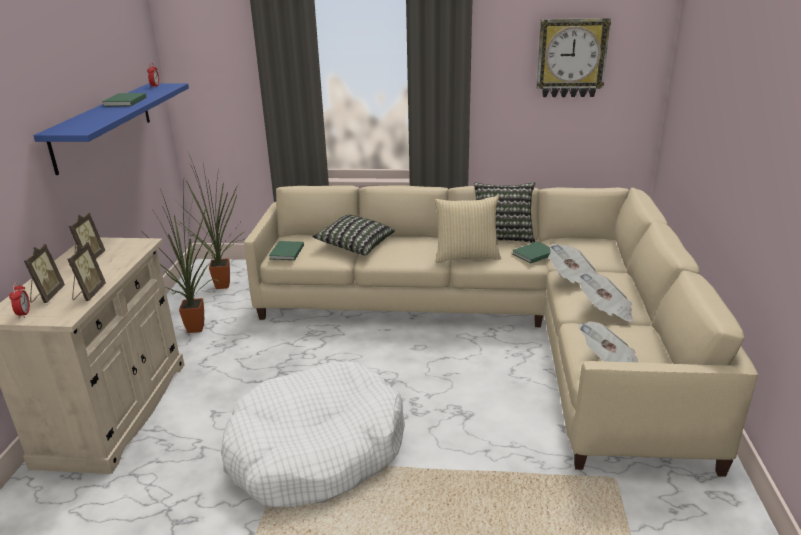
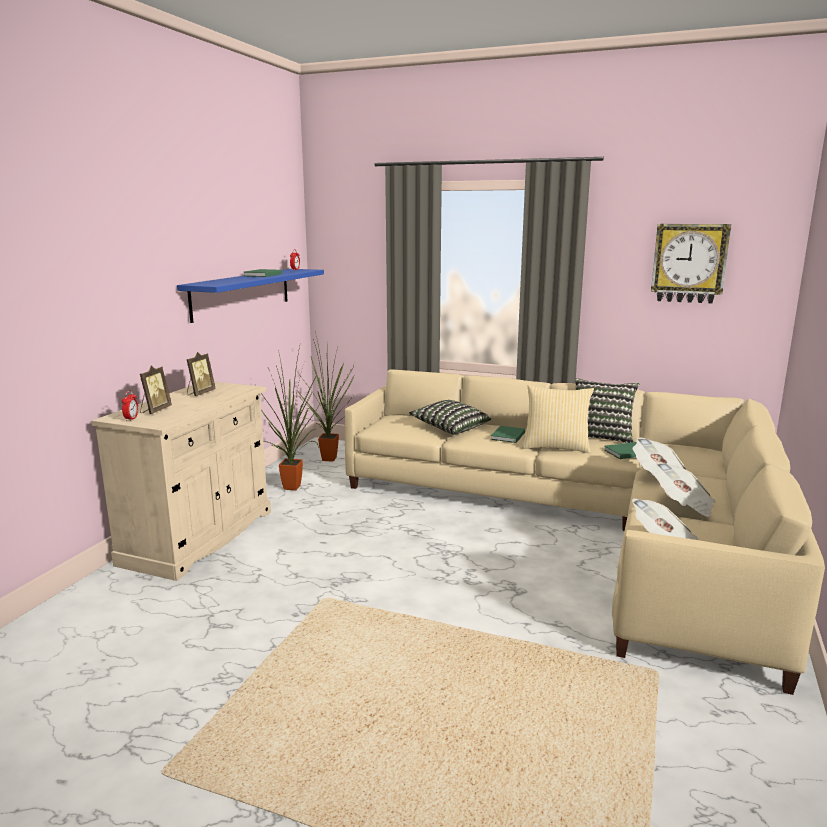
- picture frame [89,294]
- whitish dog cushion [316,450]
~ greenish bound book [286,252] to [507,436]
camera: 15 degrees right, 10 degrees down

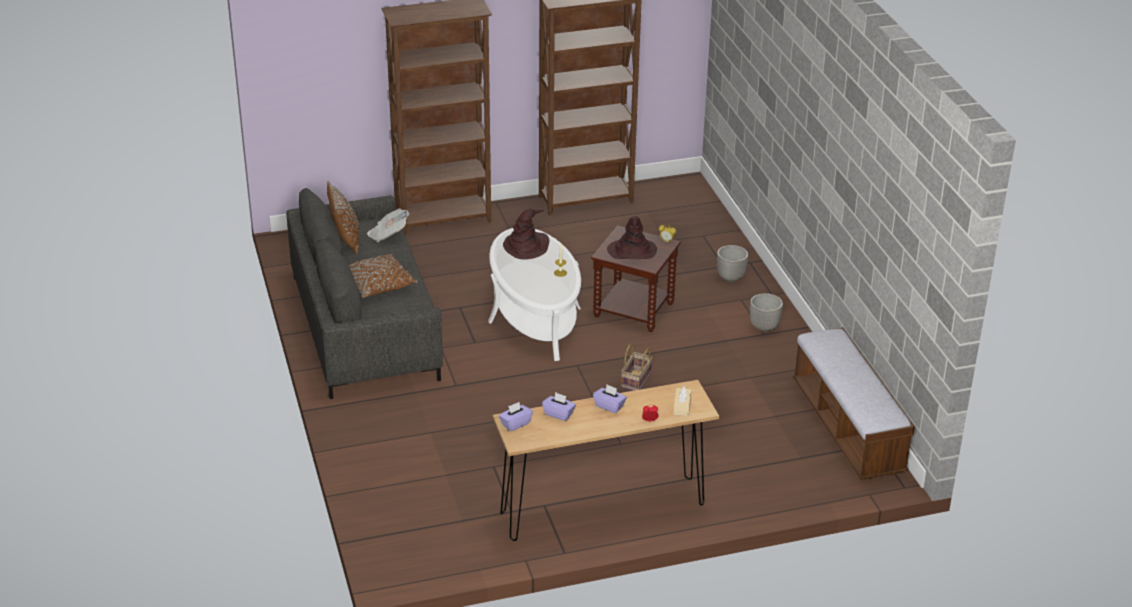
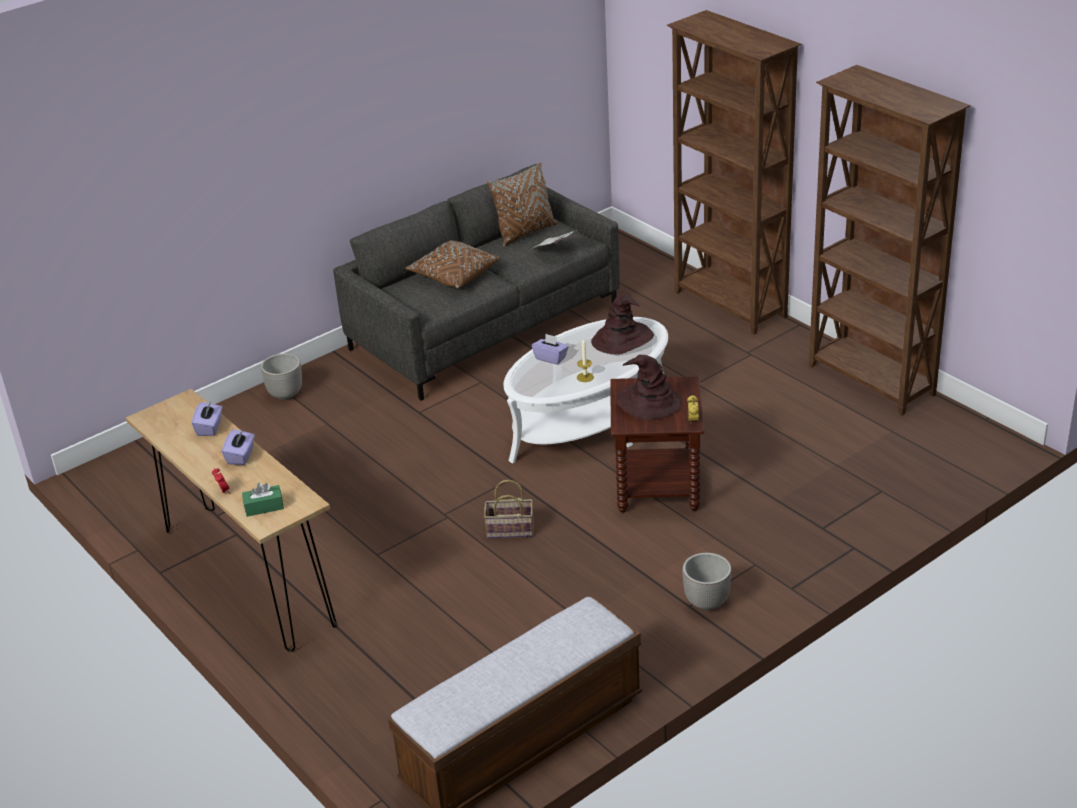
~ purple tissue box [515,423] to [551,358]
~ plant pot [731,277] to [286,394]
~ beige-coloured tissue box [682,406] to greenish tissue box [264,507]
camera: 70 degrees right, 0 degrees up

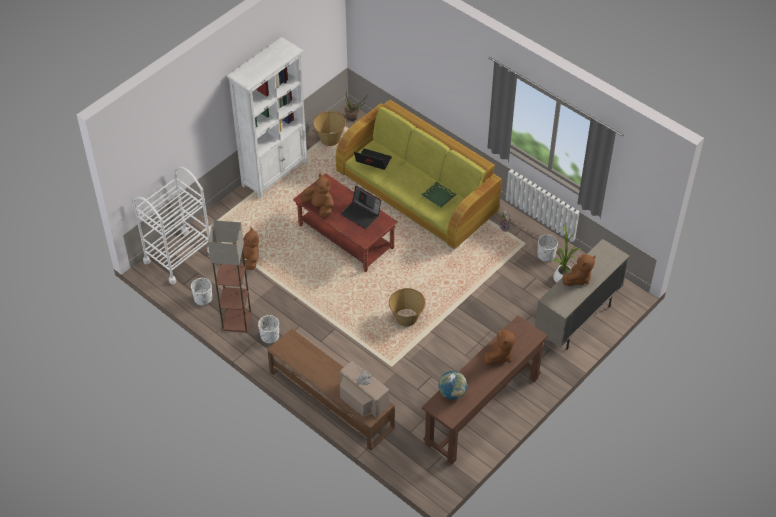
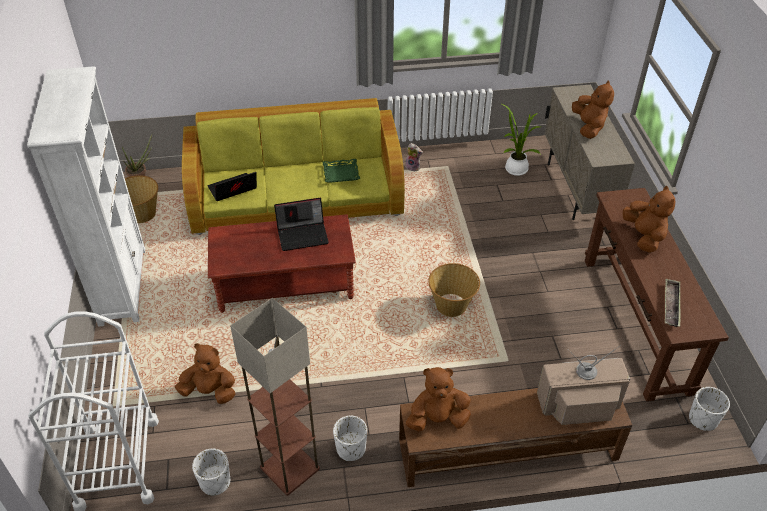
~ brownish cuddly toy [319,207] to [437,419]
~ whitish plant pot [546,255] to [703,419]
~ globe [452,393] to serving tray [671,305]
camera: 50 degrees left, 5 degrees down

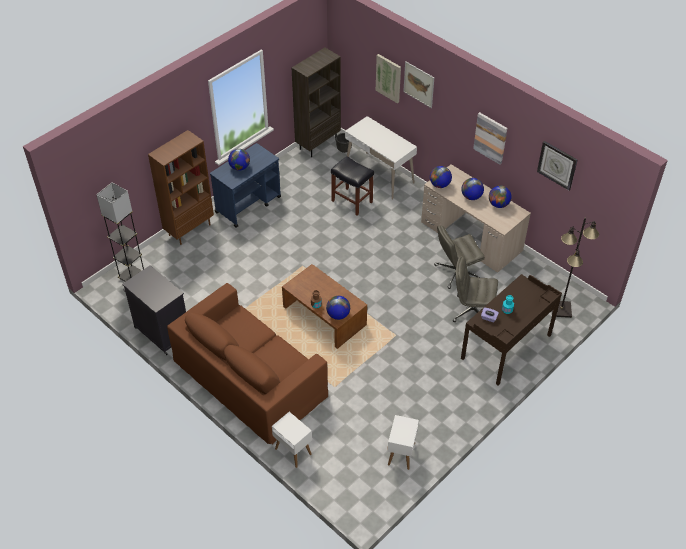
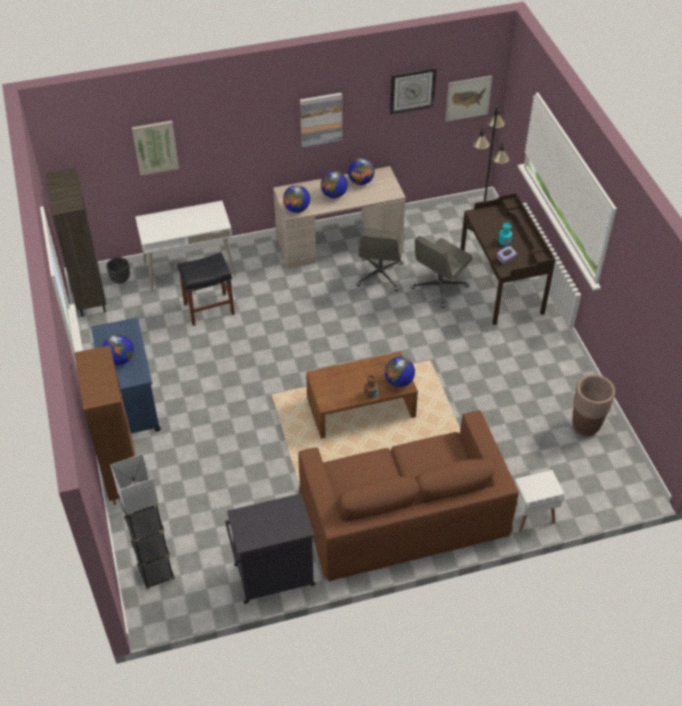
~ picture [419,84] to [468,98]
~ whitish end table [401,454] to brownish plant pot [586,426]
camera: 60 degrees left, 0 degrees up

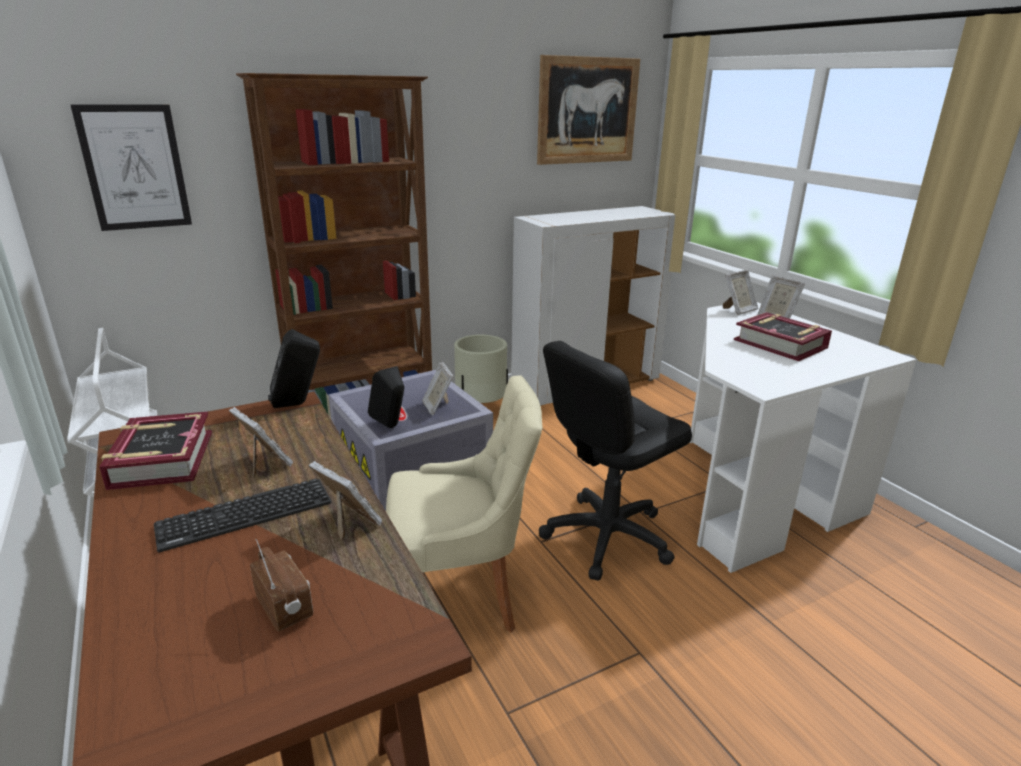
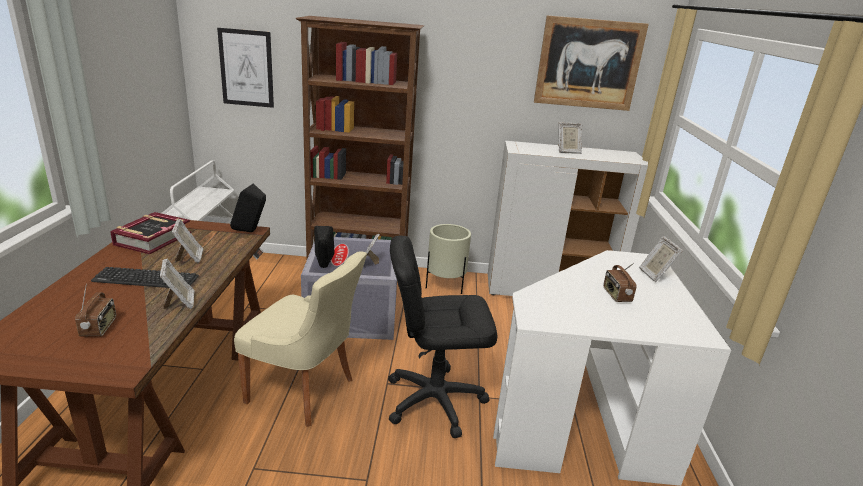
~ picture frame [738,310] to [567,151]
~ bound book [780,344] to radio set [616,295]
camera: 30 degrees right, 0 degrees up

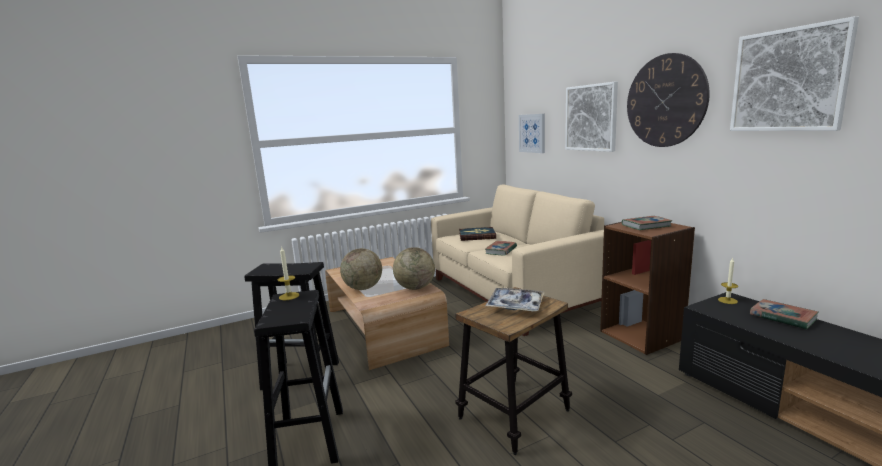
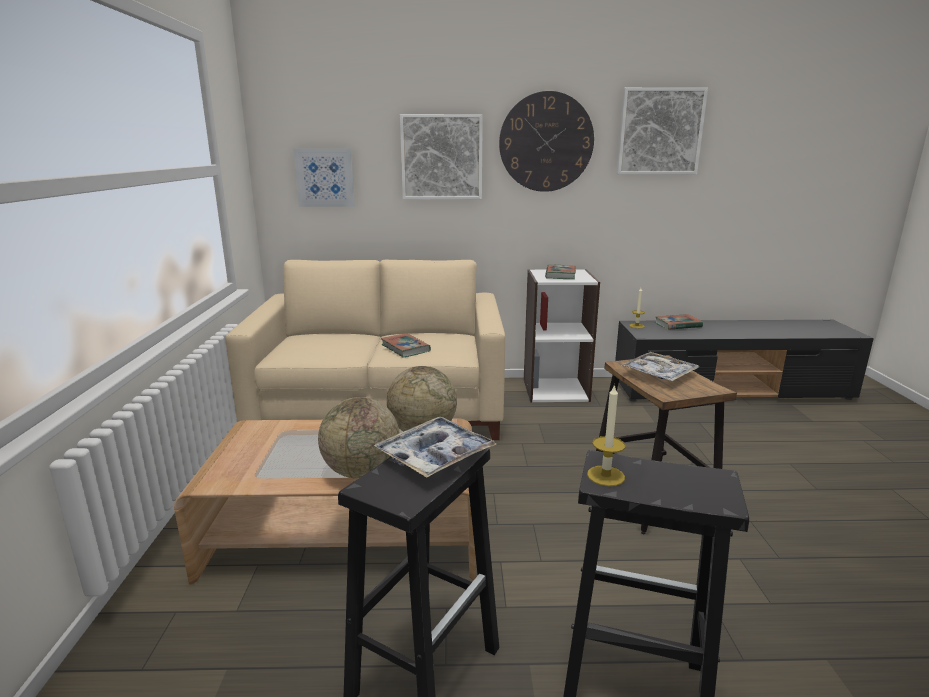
- bound book [477,236]
+ serving tray [435,455]
~ brownish bookshelf [642,335] to whitish bookshelf [555,390]
camera: 65 degrees left, 5 degrees up

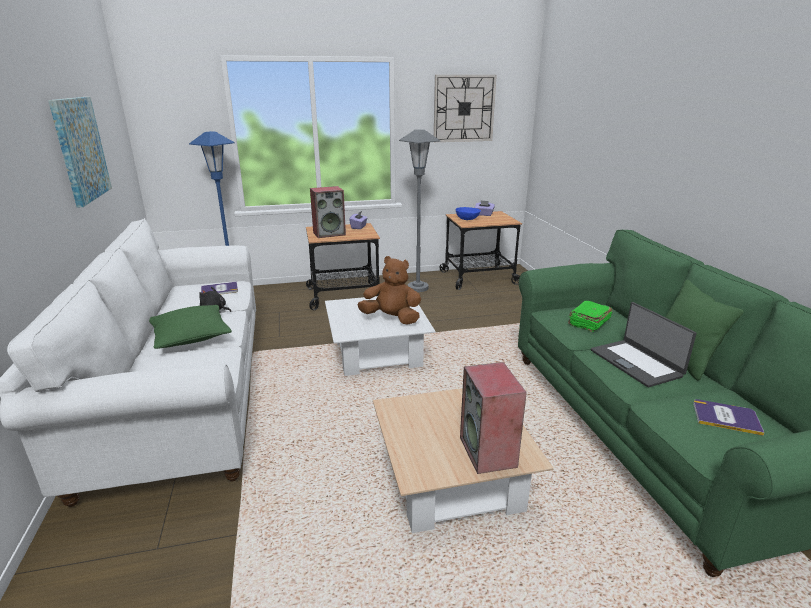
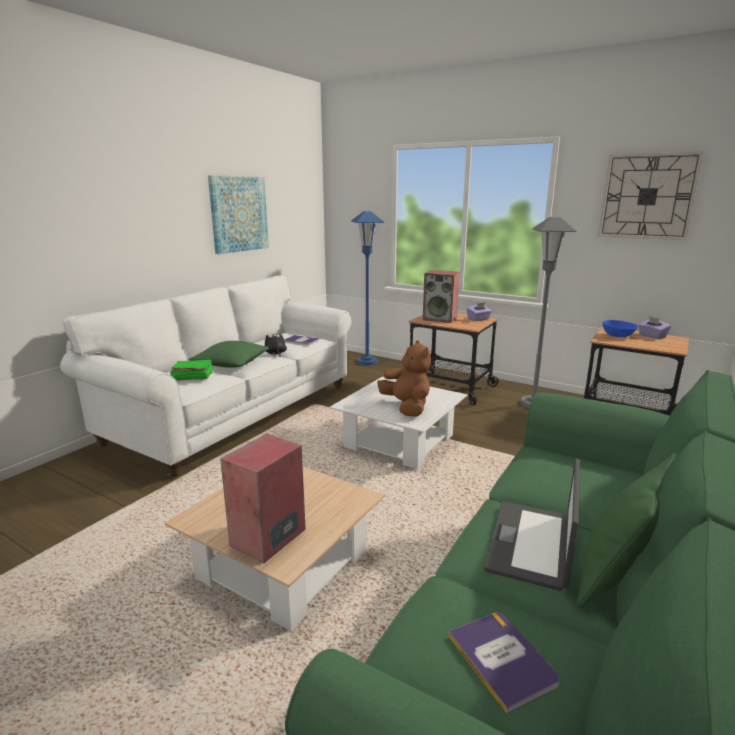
~ greenish bound book [588,323] to [192,377]
camera: 45 degrees right, 5 degrees down

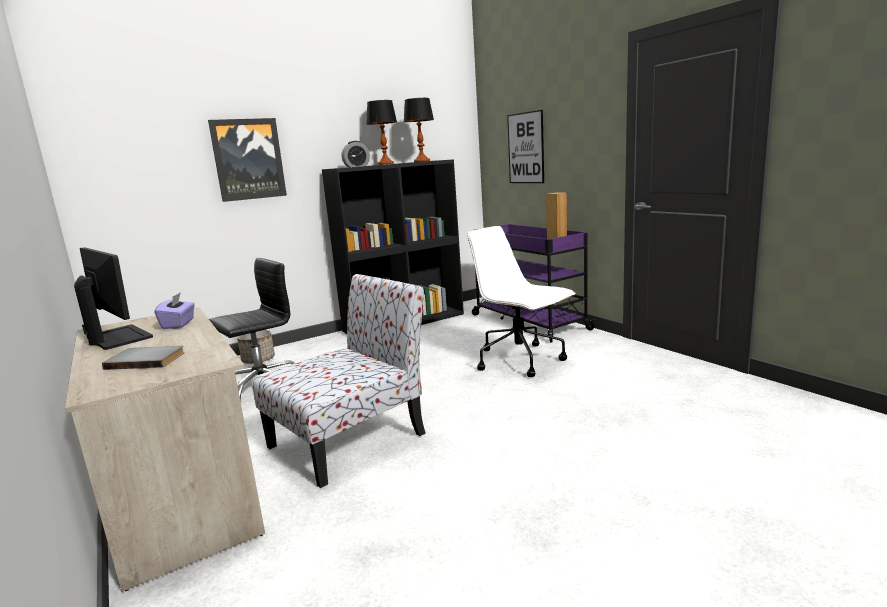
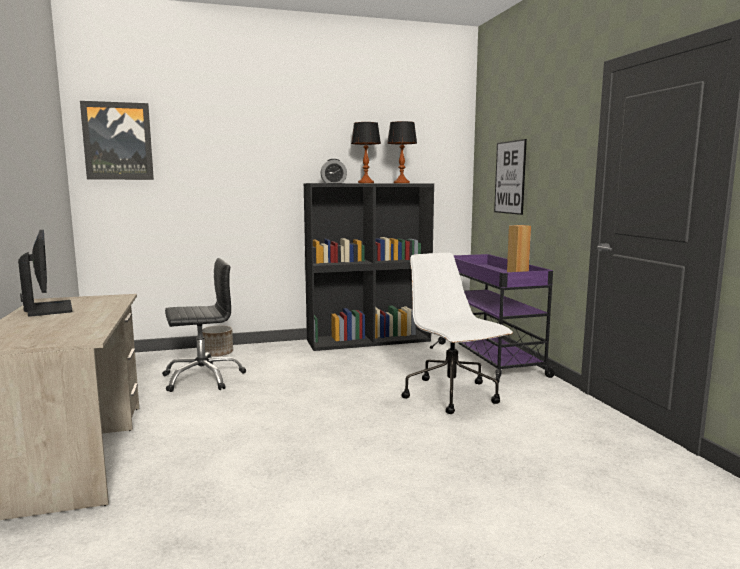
- greyish bound book [147,360]
- purple tissue box [179,324]
- plain chair [351,439]
~ picture [248,159] to [118,141]
camera: 15 degrees right, 5 degrees down

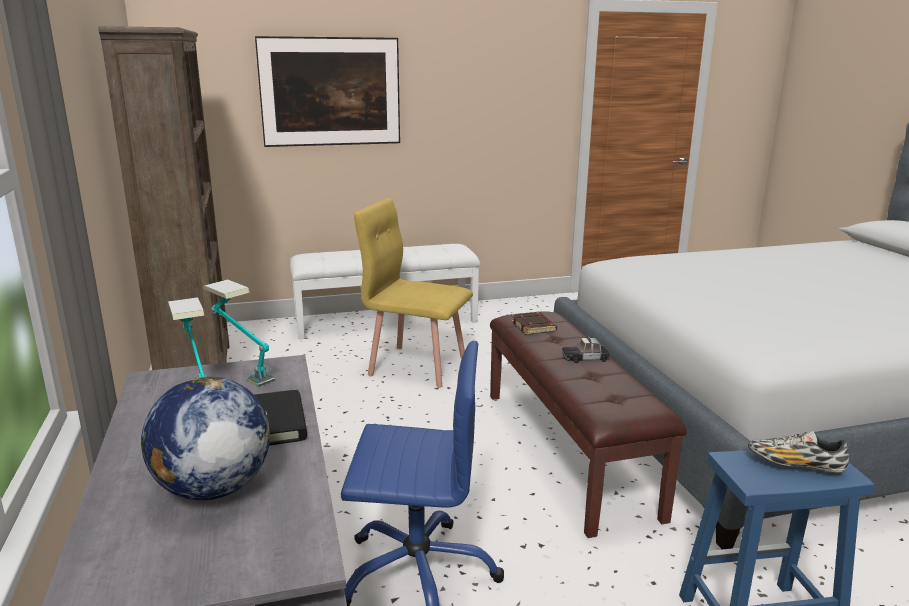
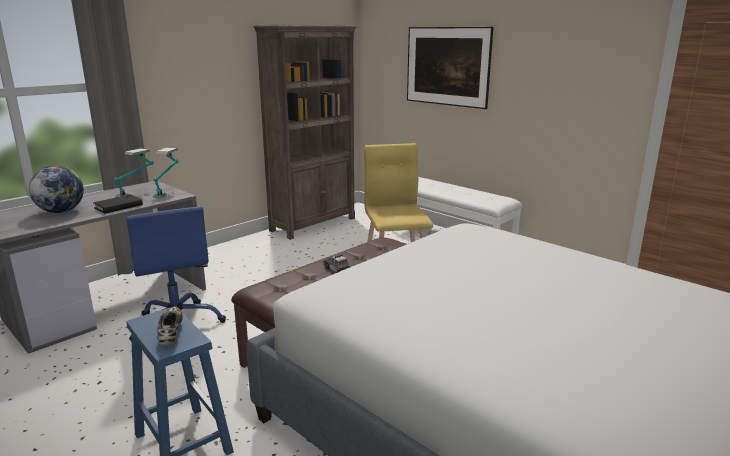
- brownish bound book [534,327]
camera: 60 degrees right, 0 degrees up

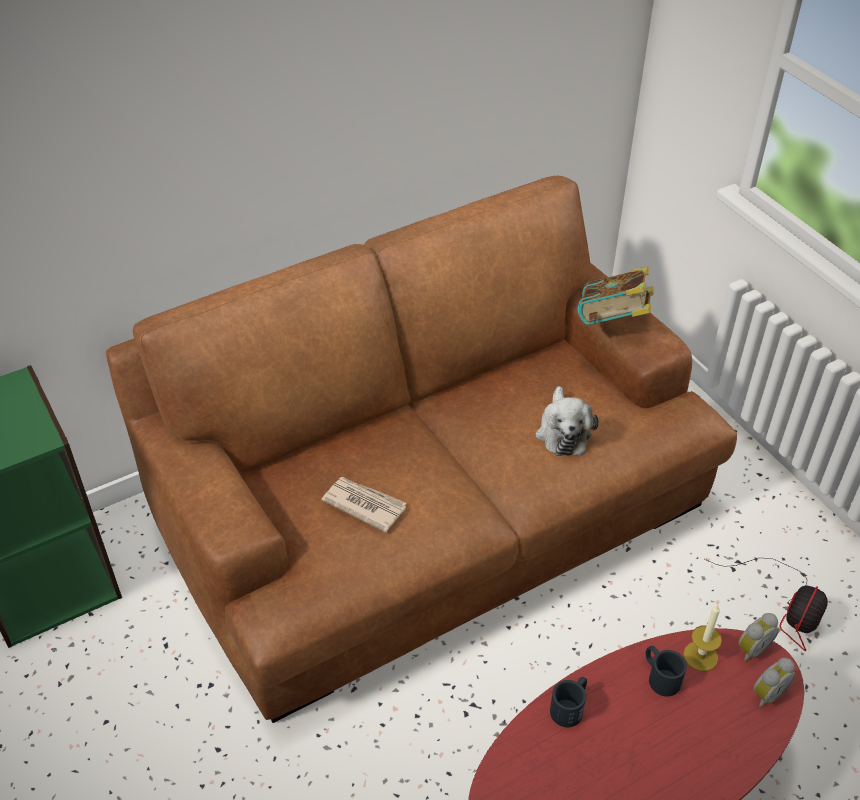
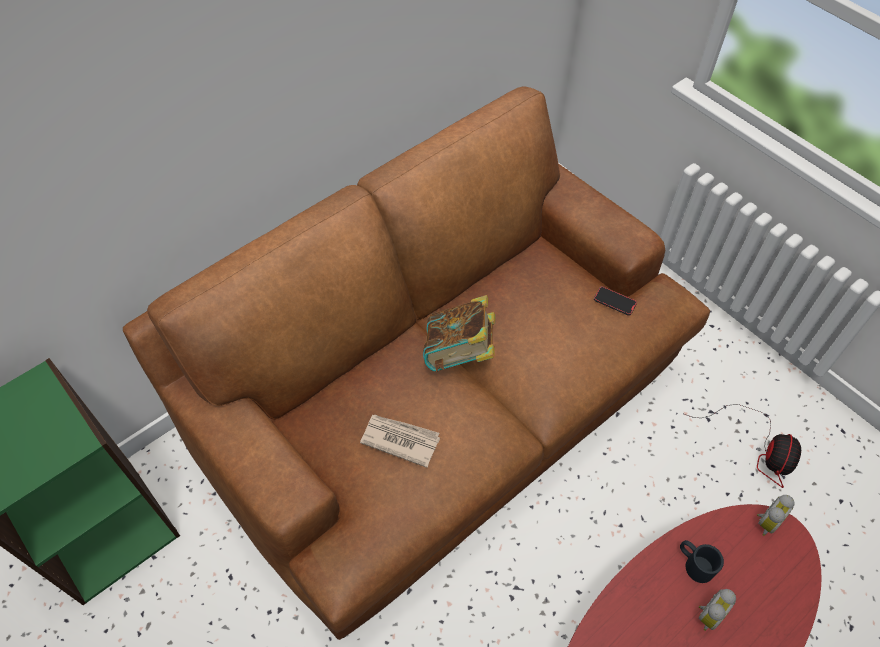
- cuddly toy [563,431]
- blackish coffee mug [570,707]
- wax light [700,656]
+ phone [614,302]
~ bound book [613,323] to [459,353]
~ table clock [766,693] to [708,613]
camera: 10 degrees left, 10 degrees up

